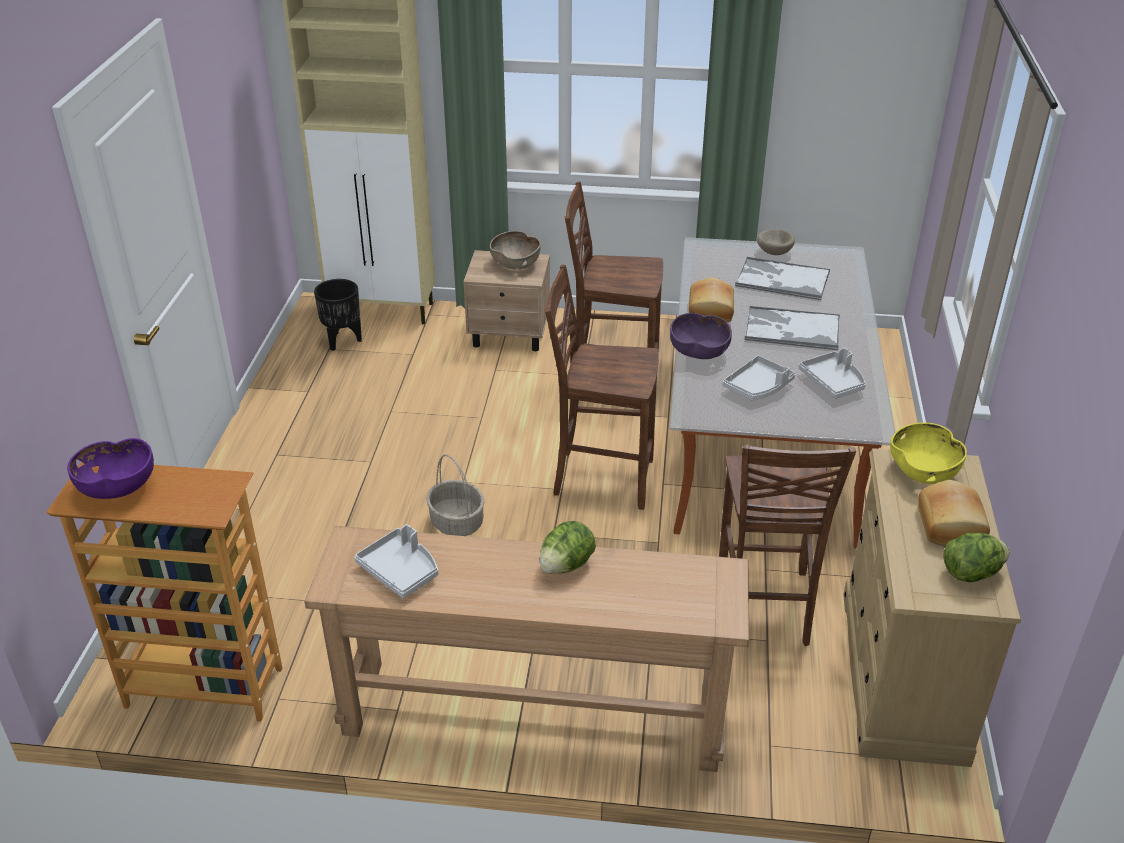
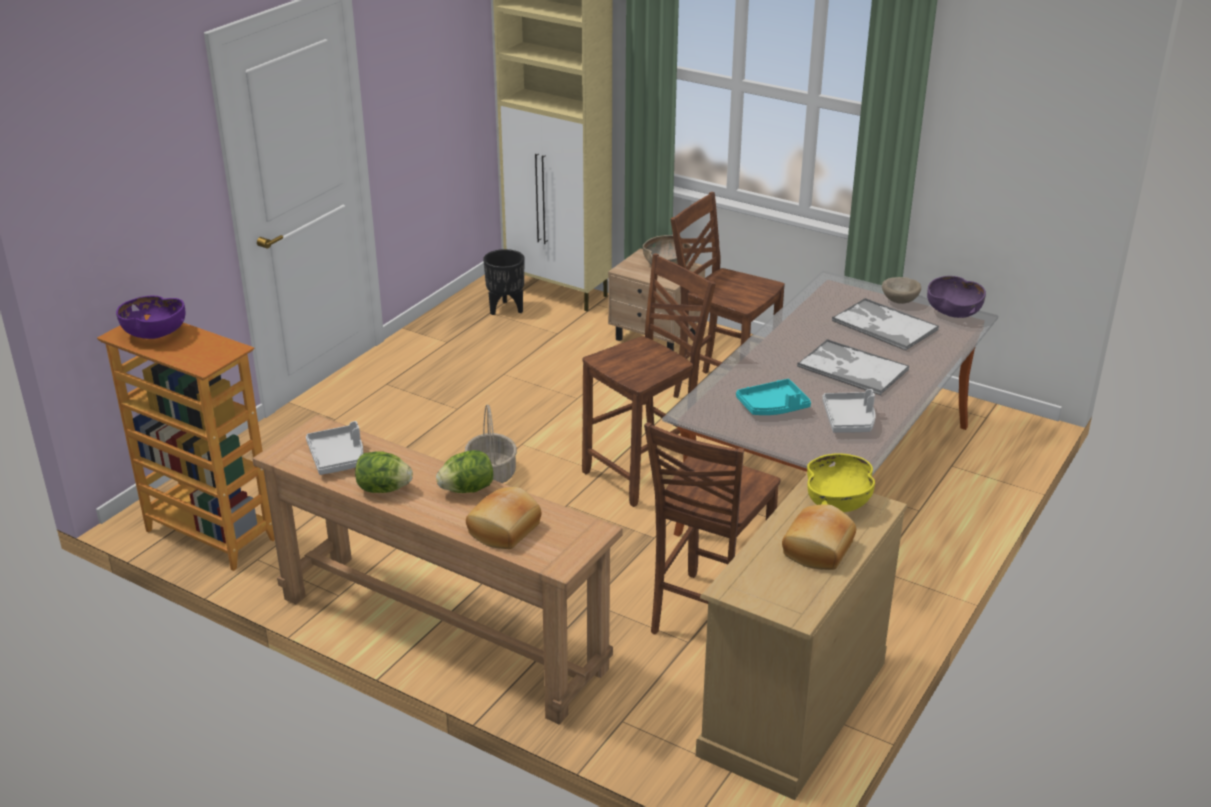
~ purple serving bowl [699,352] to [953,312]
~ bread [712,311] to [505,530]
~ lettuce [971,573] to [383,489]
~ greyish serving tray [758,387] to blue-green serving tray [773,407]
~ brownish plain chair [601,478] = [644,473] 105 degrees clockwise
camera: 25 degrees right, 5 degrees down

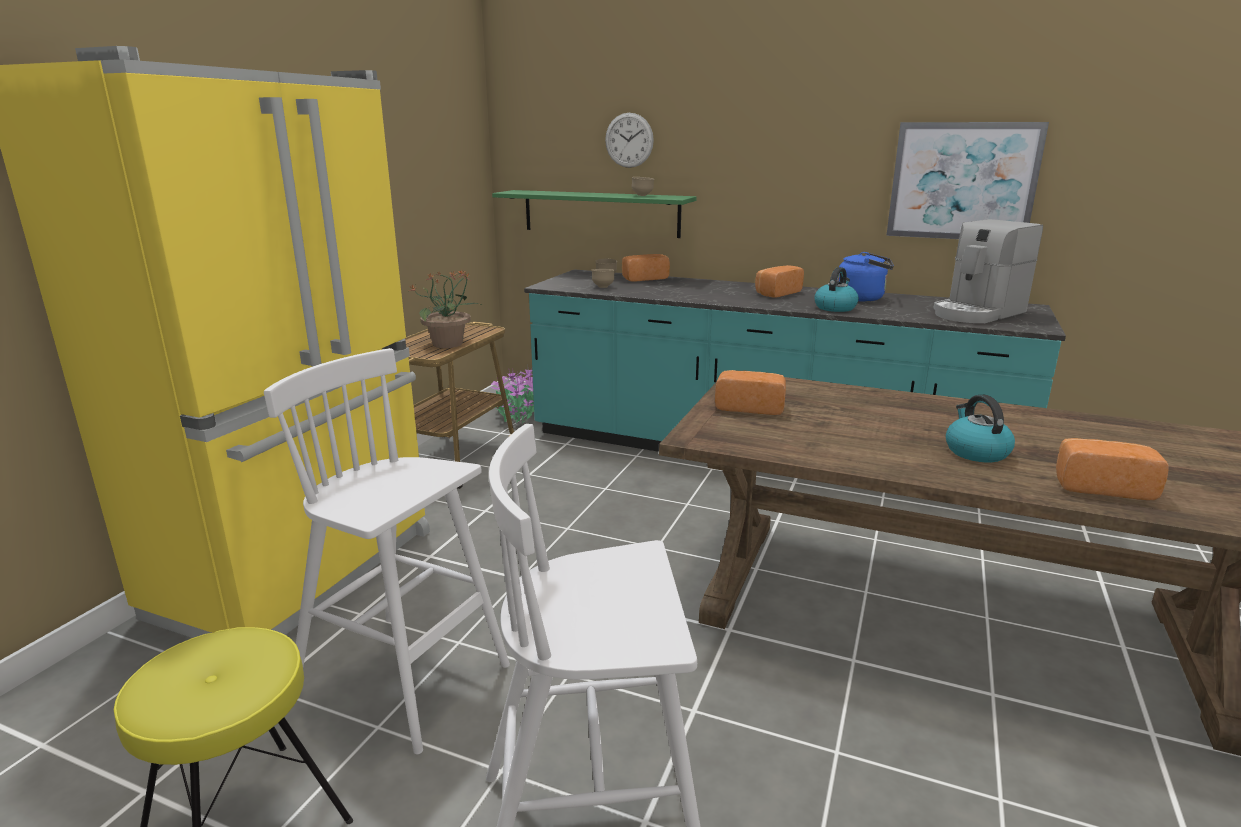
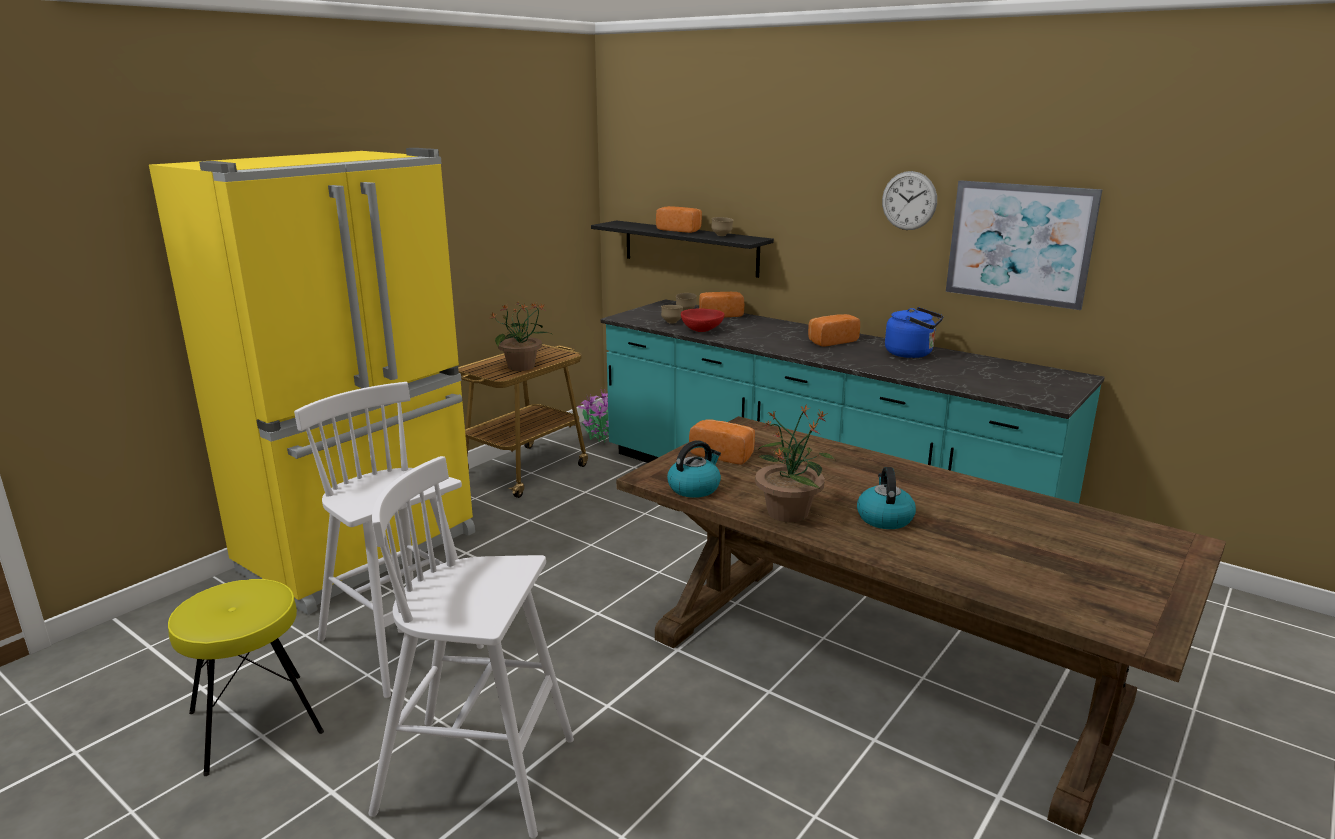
- coffee maker [977,313]
+ red serving bowl [701,330]
+ potted plant [788,512]
~ clock on the wall [629,140] to [909,200]
~ tea kettle [835,307] to [694,488]
~ bread [1101,486] to [680,230]
~ greenish bracket shelf [600,213] to blackish bracket shelf [690,248]
camera: 15 degrees right, 0 degrees up

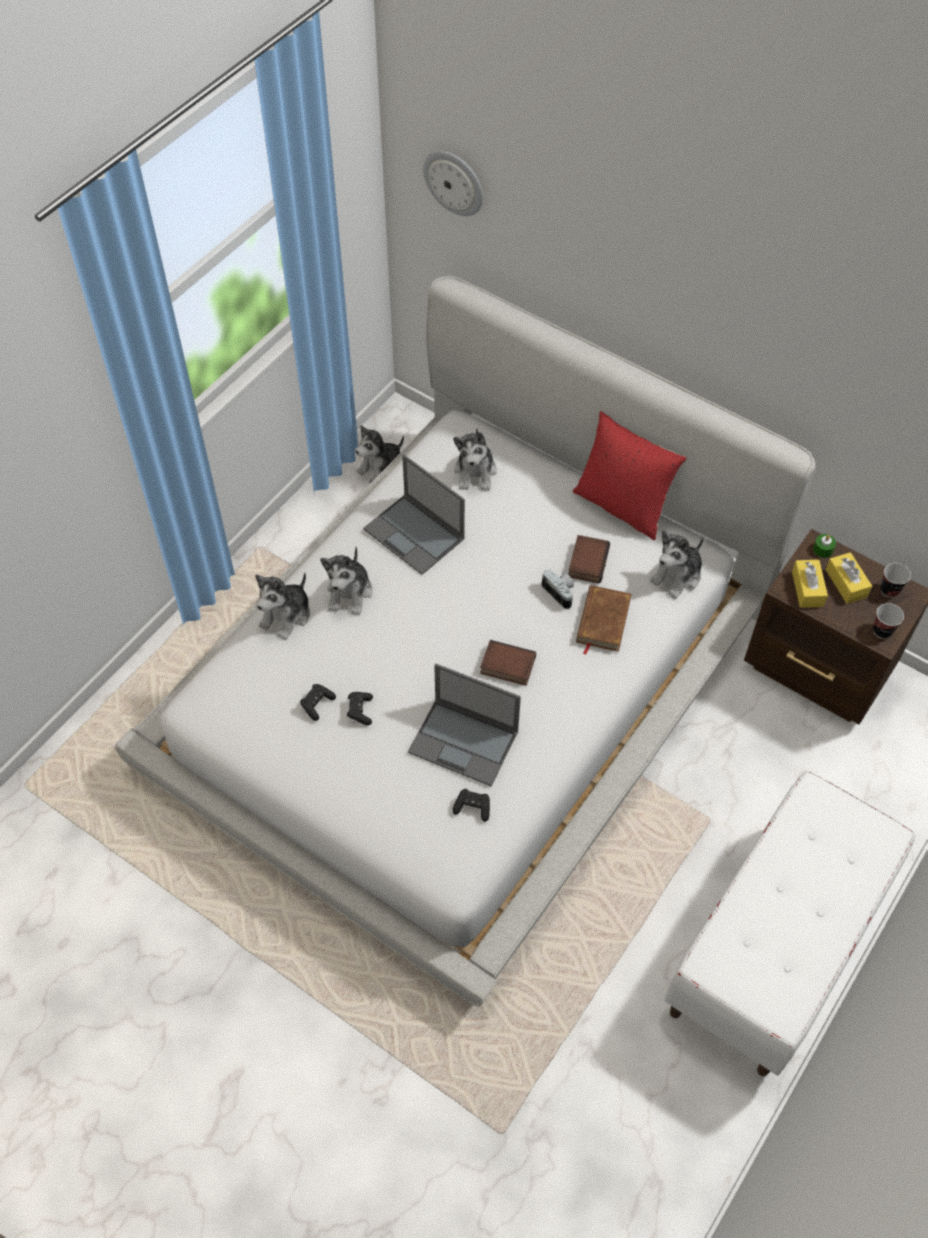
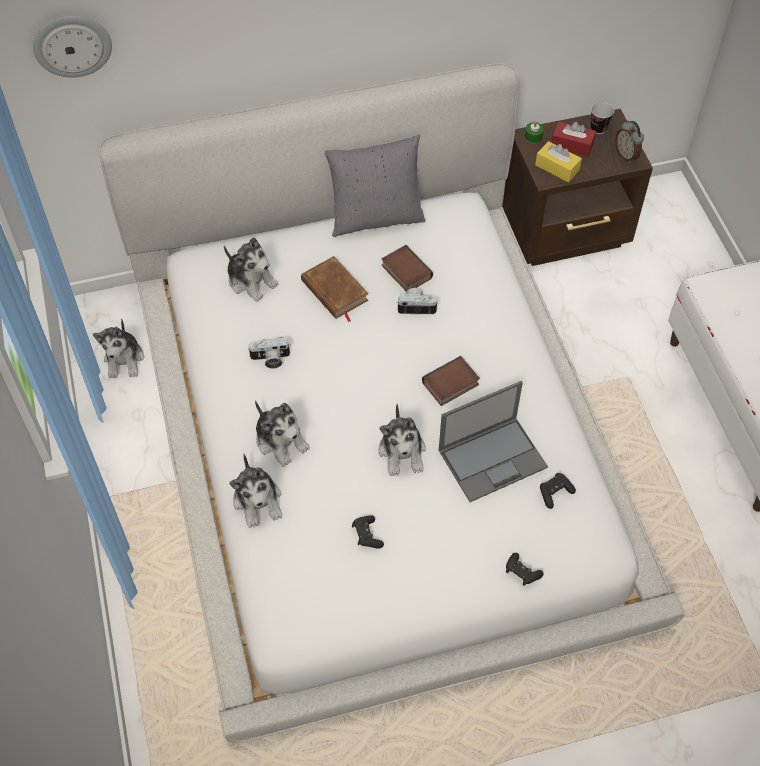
~ blackish gamepad [360,711] to [521,573]
~ brownish bound book [602,621] to [334,291]
~ cuddly toy [677,576] to [402,451]
~ laptop [415,534] to still camera [270,359]
~ drinking cup [882,631] to table clock [626,155]
~ red pillow [622,505] to greyish pillow [375,217]
~ yellowish tissue box [846,583] to red tissue box [572,145]
camera: 50 degrees left, 0 degrees up

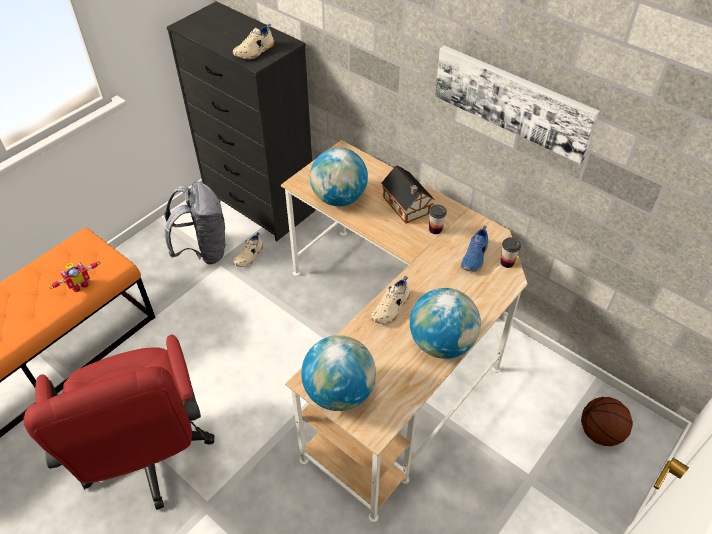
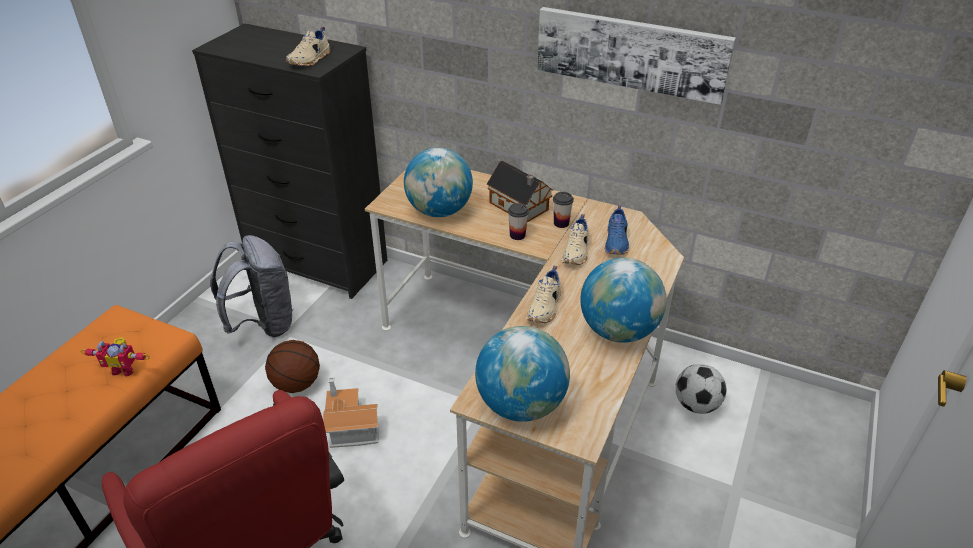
+ toy house [349,426]
+ ball for football [696,405]
~ beige-coloured shoe [249,256] to [576,252]
~ drinking cup [507,262] to [517,235]
~ basketball ball [600,432] to [297,384]
~ model robot [79,284] = [125,368] 60 degrees clockwise
camera: 15 degrees left, 10 degrees down

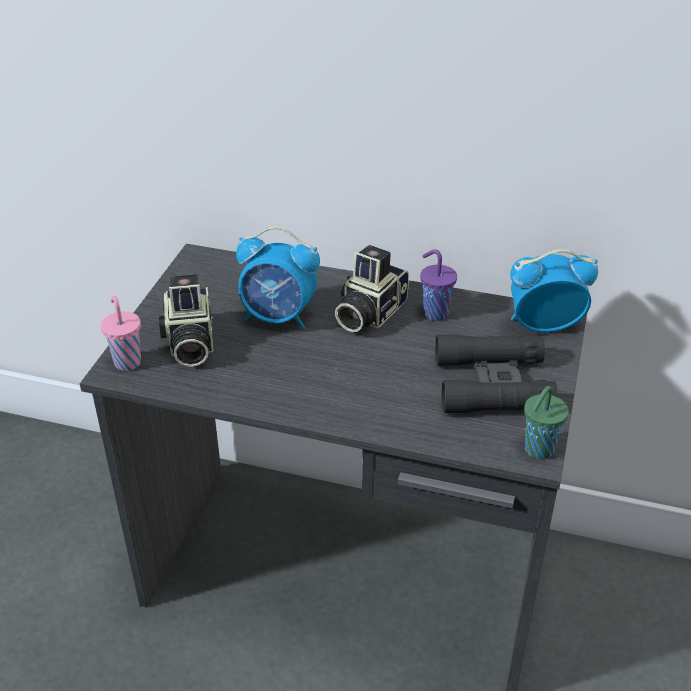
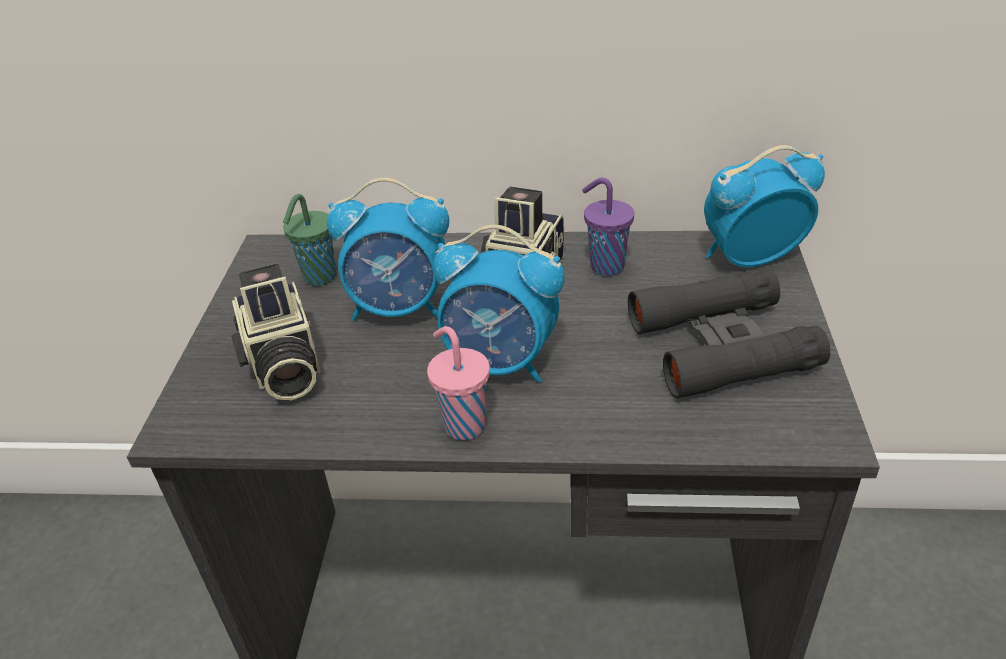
+ table clock [501,363]
~ pink drinking cup [127,361] to [463,424]
~ greenish drinking cup [537,450] to [318,278]
camera: 10 degrees left, 0 degrees up

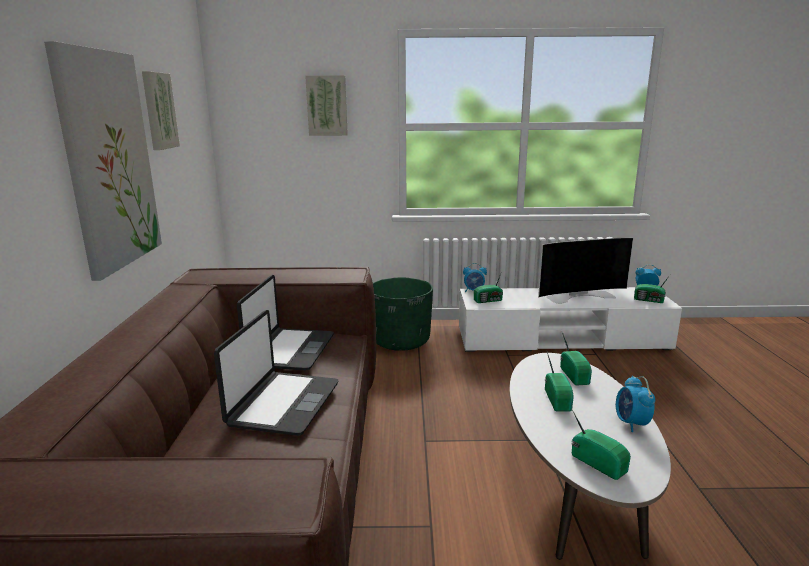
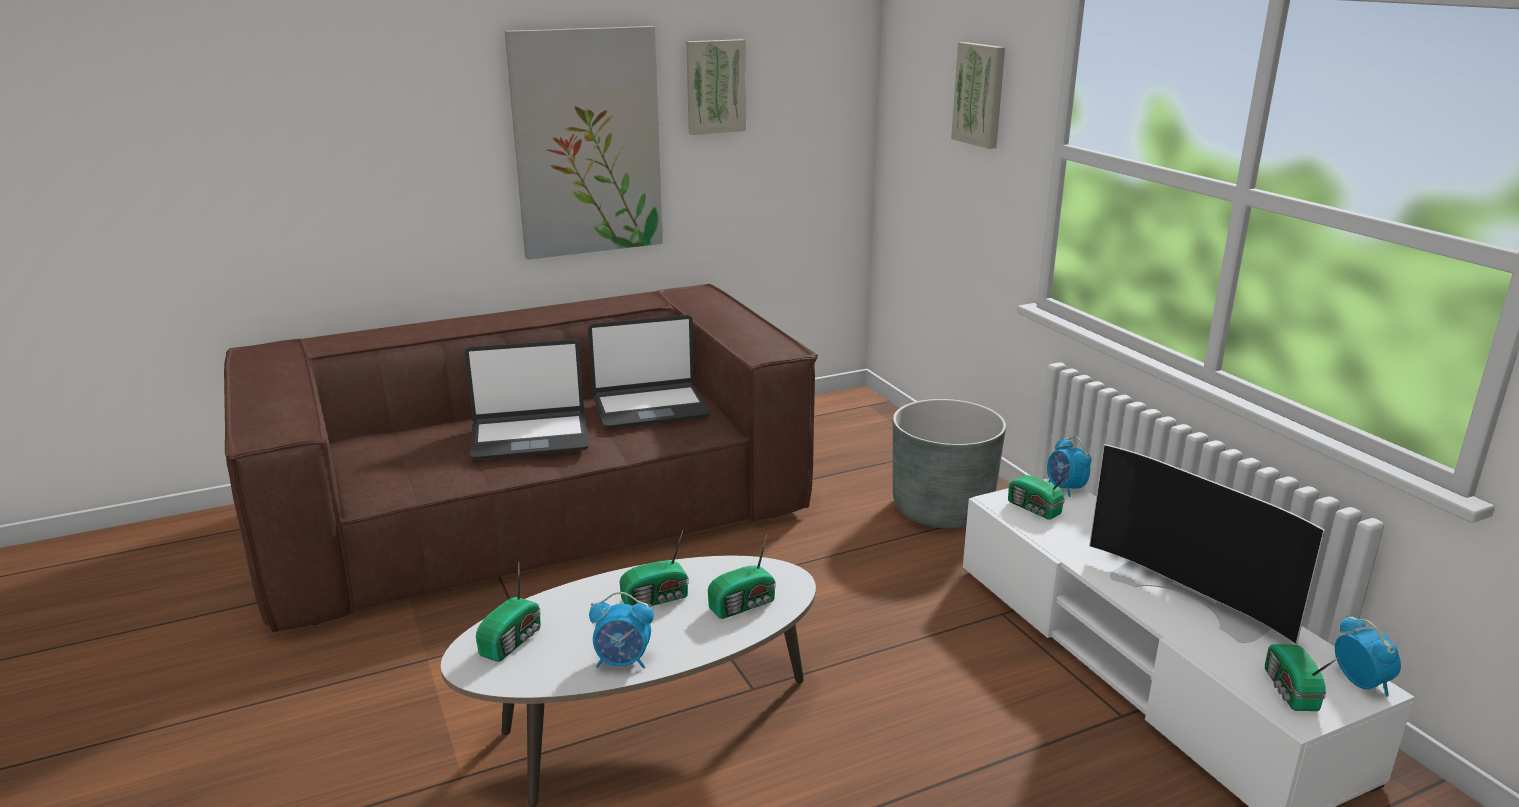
~ greenish plant pot [401,341] to greyish plant pot [942,509]
~ table clock [631,423] = [623,662] 150 degrees counterclockwise
camera: 65 degrees right, 5 degrees up

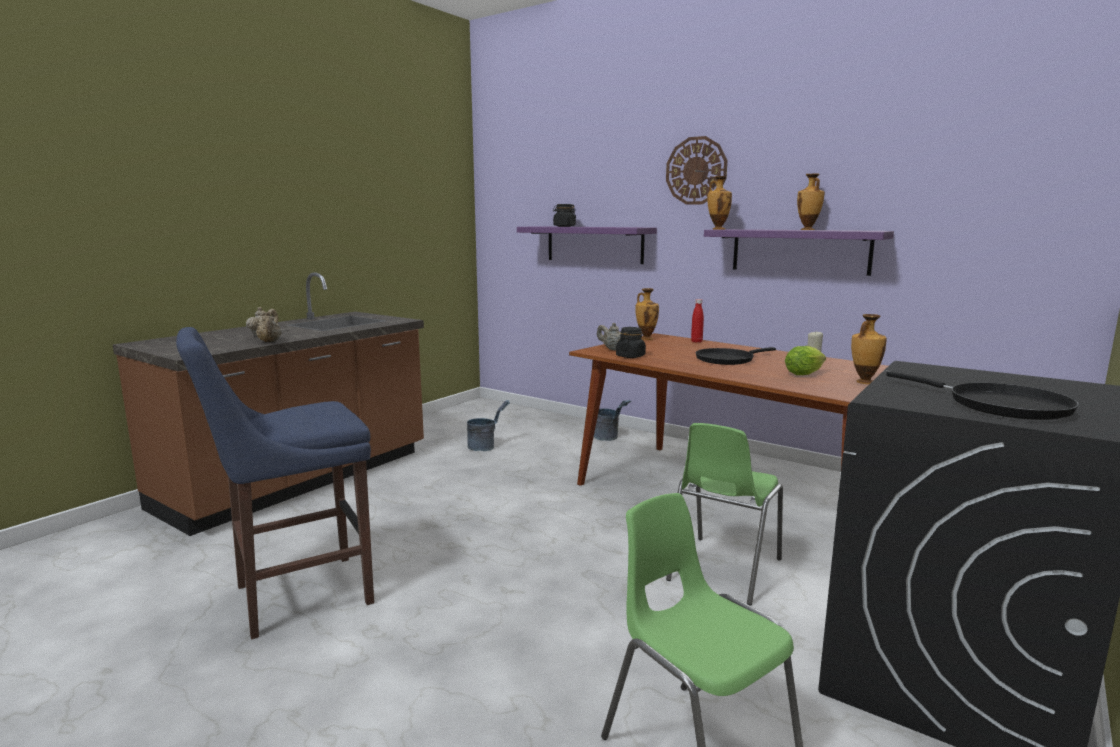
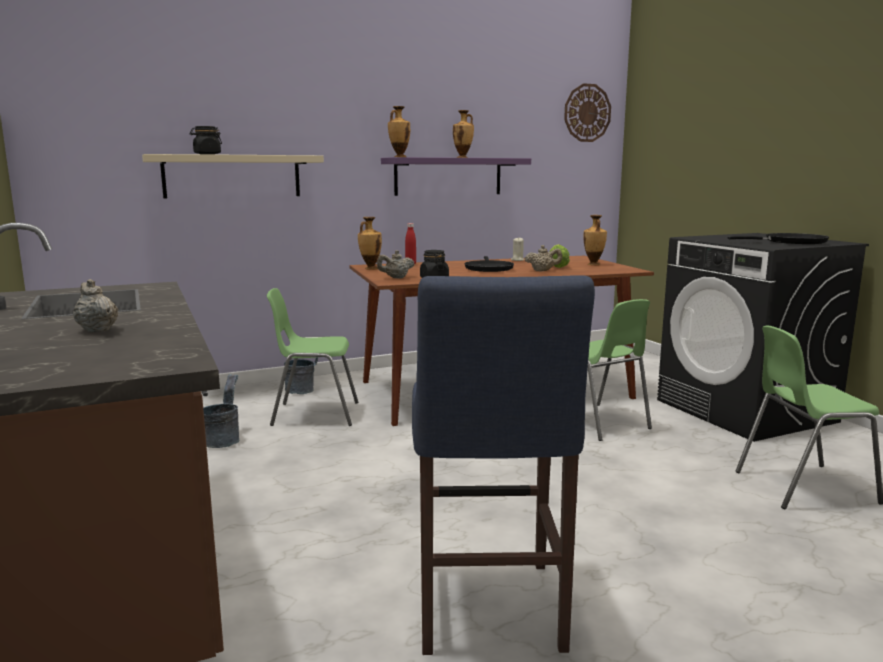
+ greenish plain chair [315,414]
~ beige-coloured tea pot [270,342] to [542,271]
~ clock on the wall [696,171] to [587,113]
~ purple bracket shelf [594,244] to beige-coloured bracket shelf [232,176]
camera: 60 degrees left, 0 degrees up

